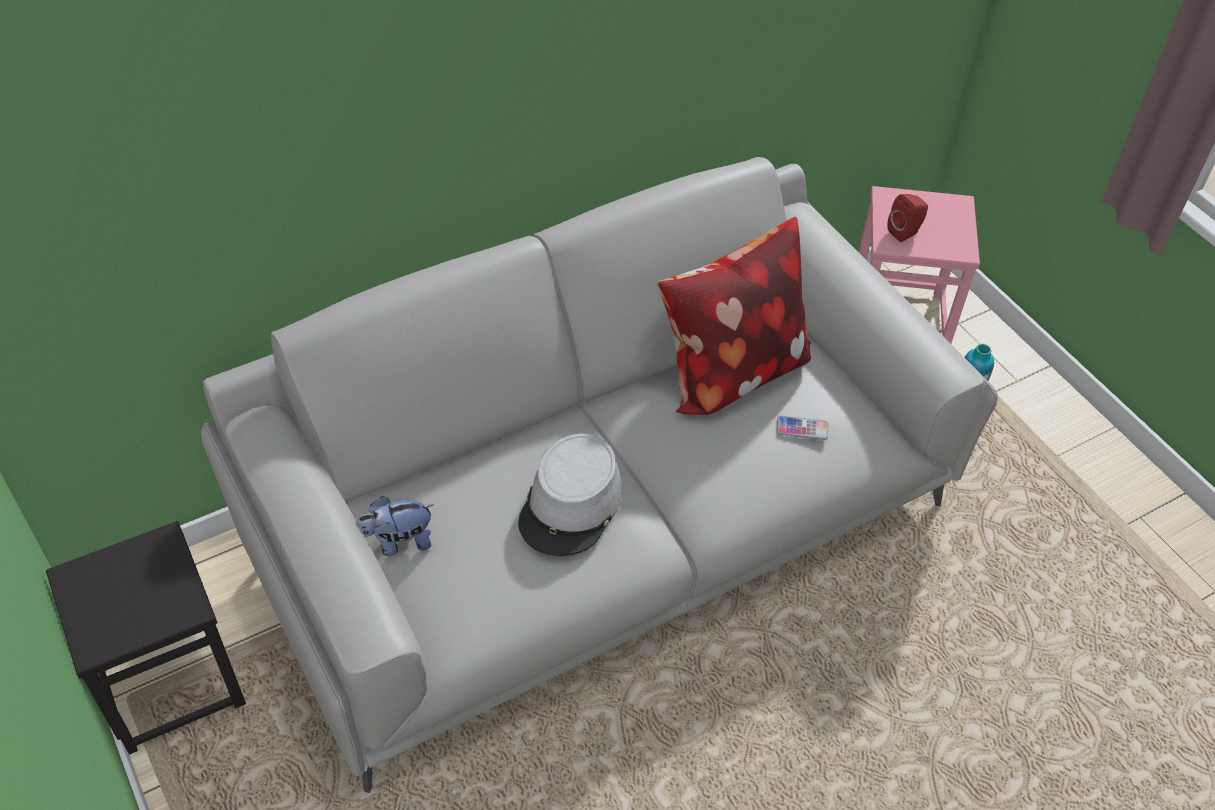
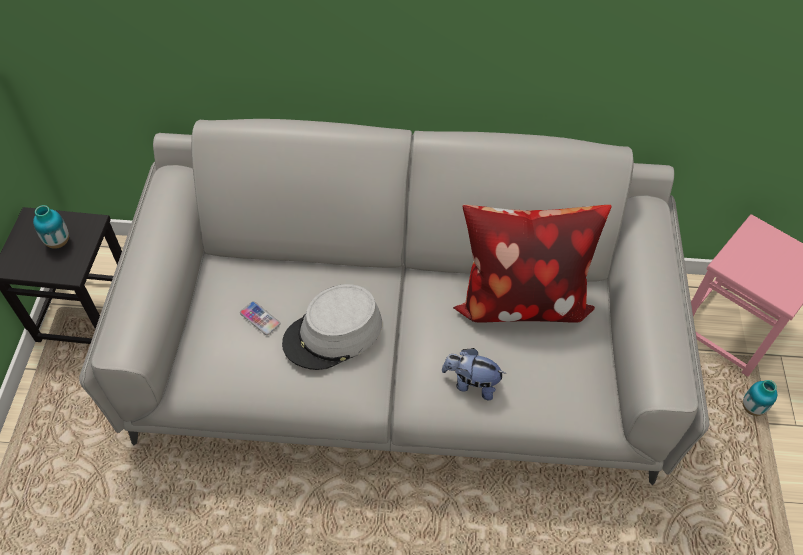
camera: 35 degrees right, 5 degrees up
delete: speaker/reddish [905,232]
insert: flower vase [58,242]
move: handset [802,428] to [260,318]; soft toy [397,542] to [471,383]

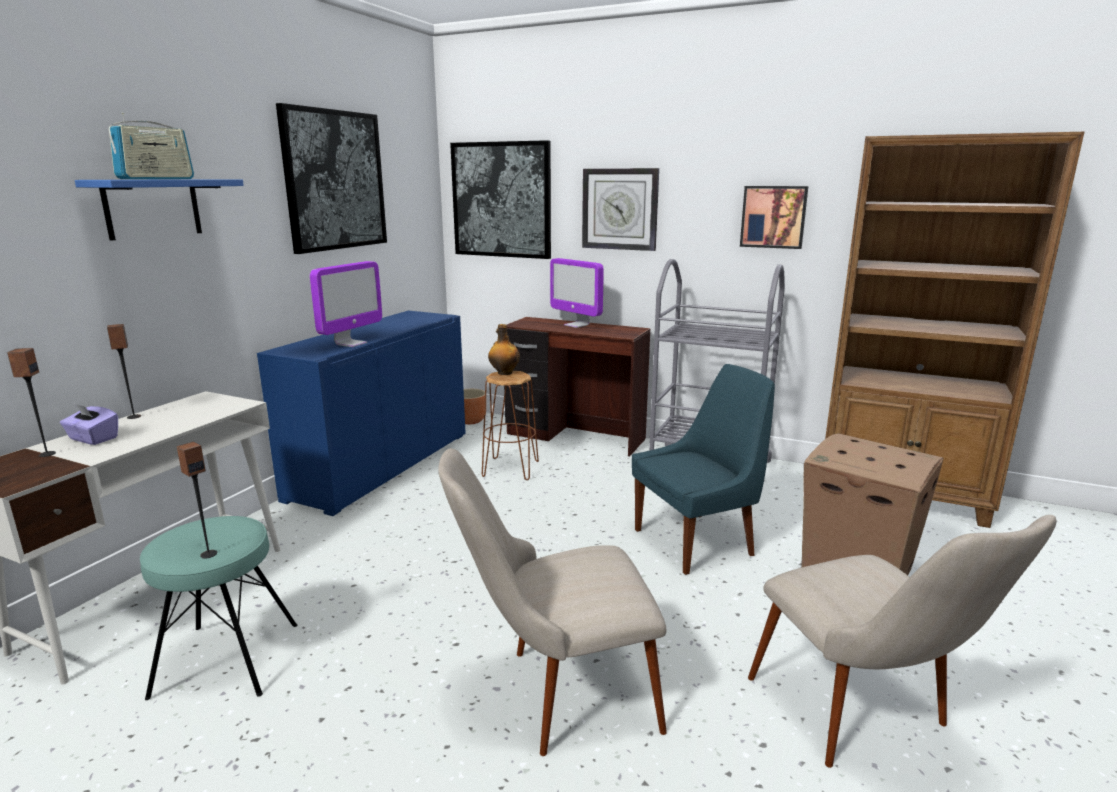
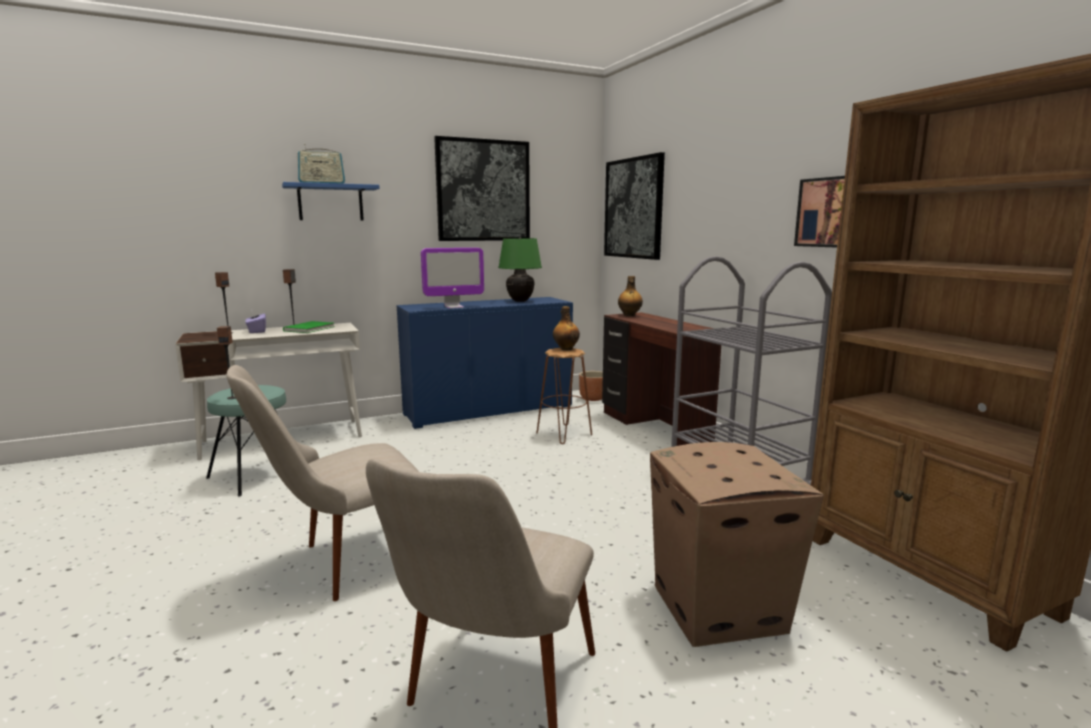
camera: 40 degrees right, 5 degrees down
delete: computer screen [576,325]; hanging clock [620,209]; chair/blue-coloured [697,541]
insert: book/greenish [311,329]; tabletop lamp/greenish [520,301]; drink bottle [629,315]
rotate: chair/sand-coloured [556,695] = [344,564] 60 degrees counterclockwise

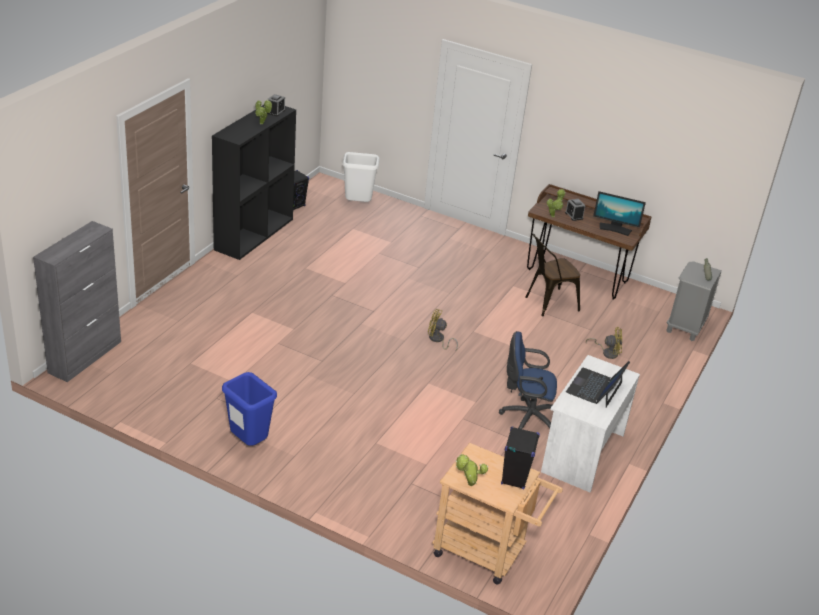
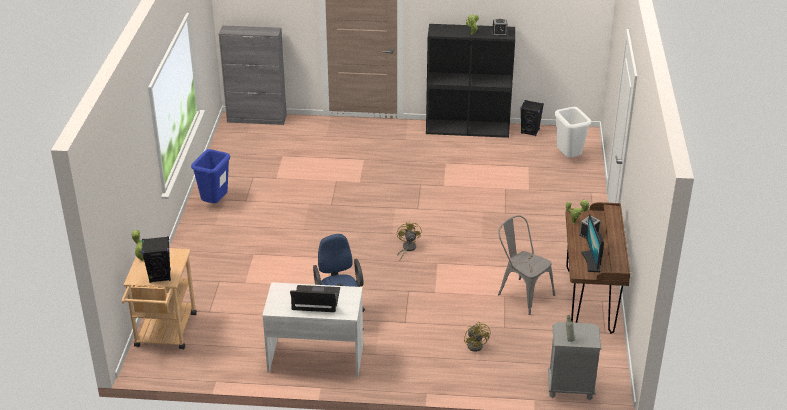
camera: 70 degrees right, 0 degrees up
recolor: chair/brownish [547,303] to chair/greyish [522,293]

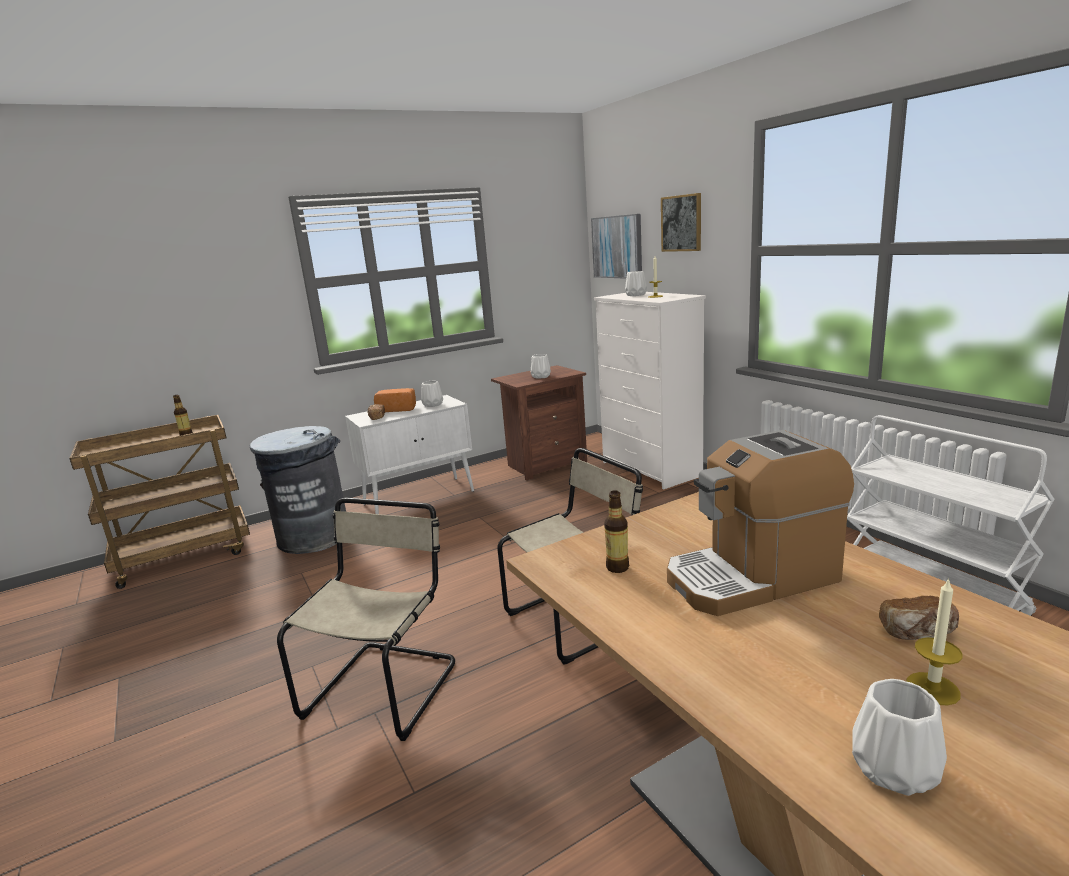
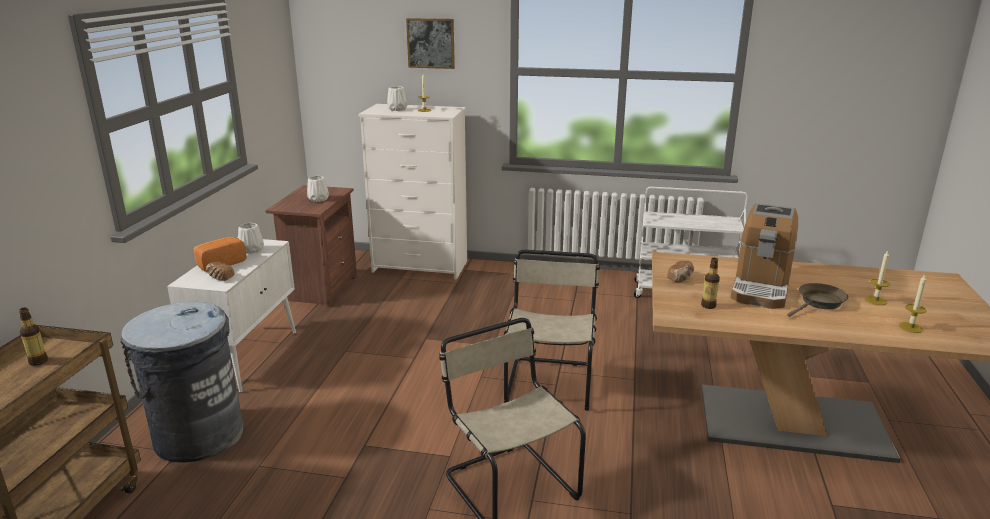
camera: 50 degrees left, 5 degrees up
delete: picture [617,247]
insert: skillet/brownish [819,303]
move: bread [917,632] to [681,278]
replace: flower vase/white [894,771] to wax candle [910,327]

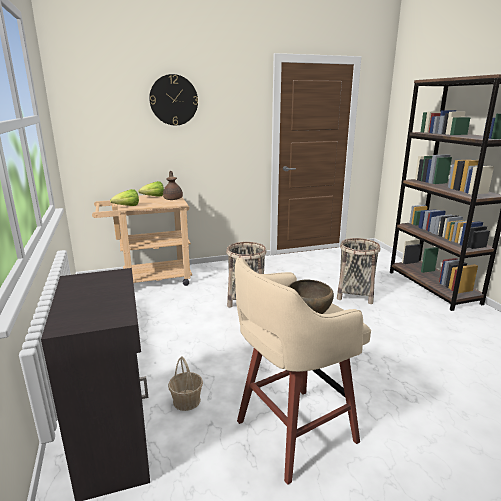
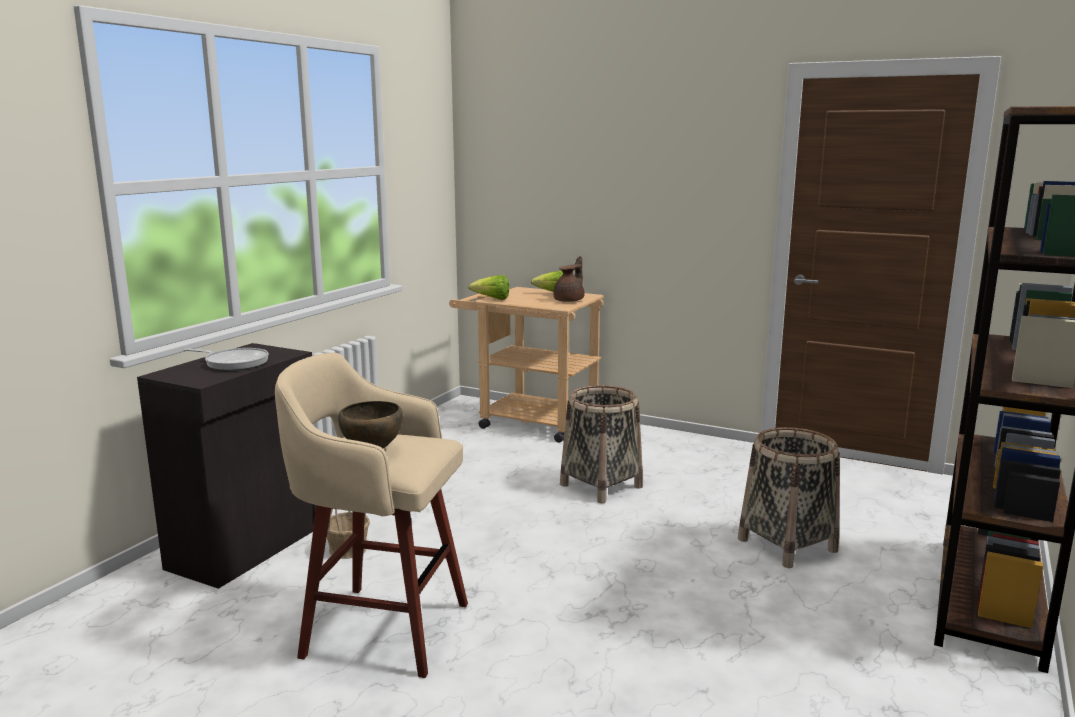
camera: 45 degrees right, 5 degrees down
delete: hanging clock [173,100]
insert: skillet [234,363]

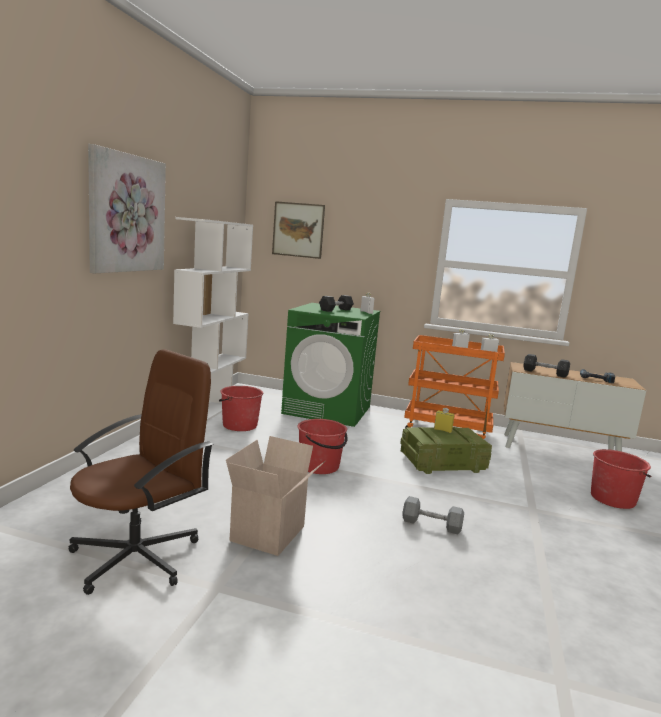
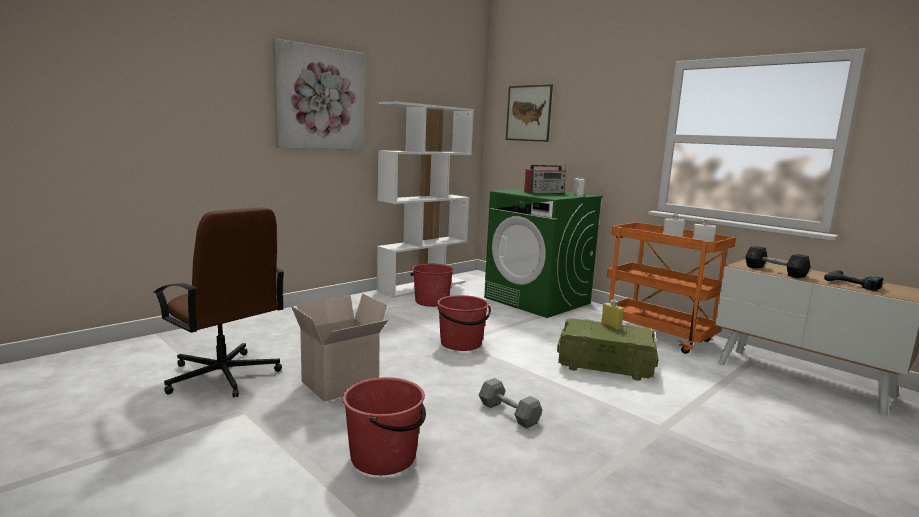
camera: 30 degrees right, 0 degrees up
move: pail/reddish [613,499] to [384,457]
replace: hand weight/greyish [336,310] to radio set [545,193]
rotate: desk chair/brownish [137,556] = [223,376] 60 degrees clockwise

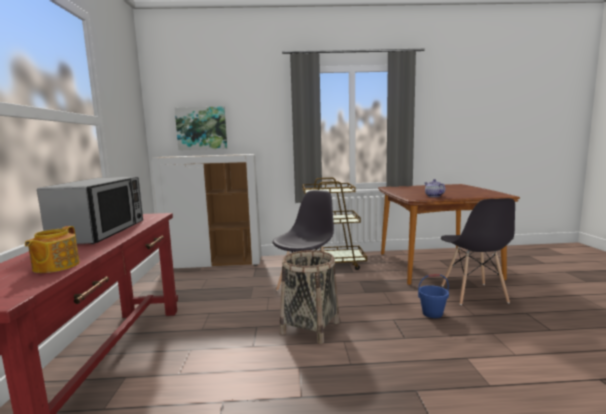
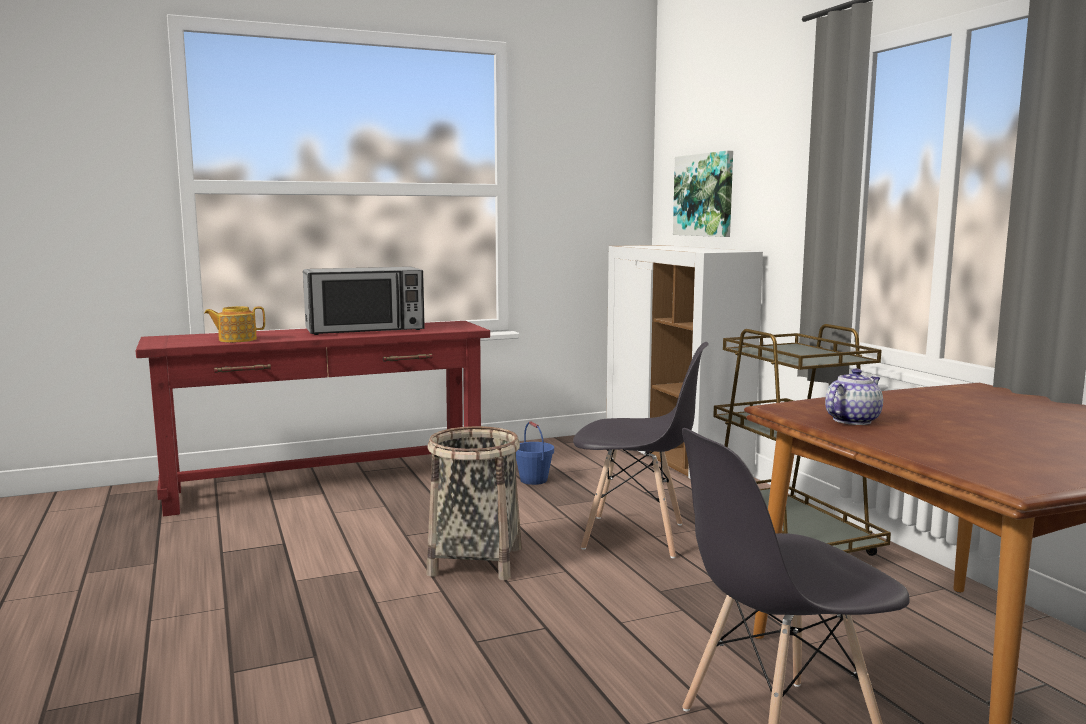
camera: 70 degrees right, 0 degrees up
move: pail/blue-coloured [432,313] to [533,480]

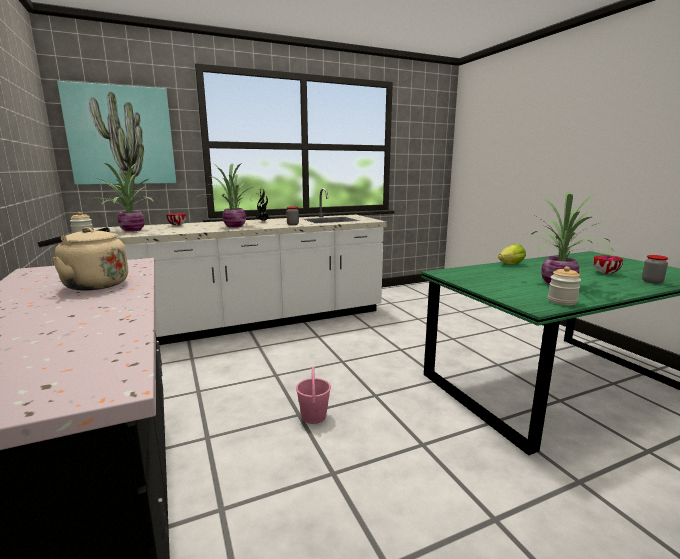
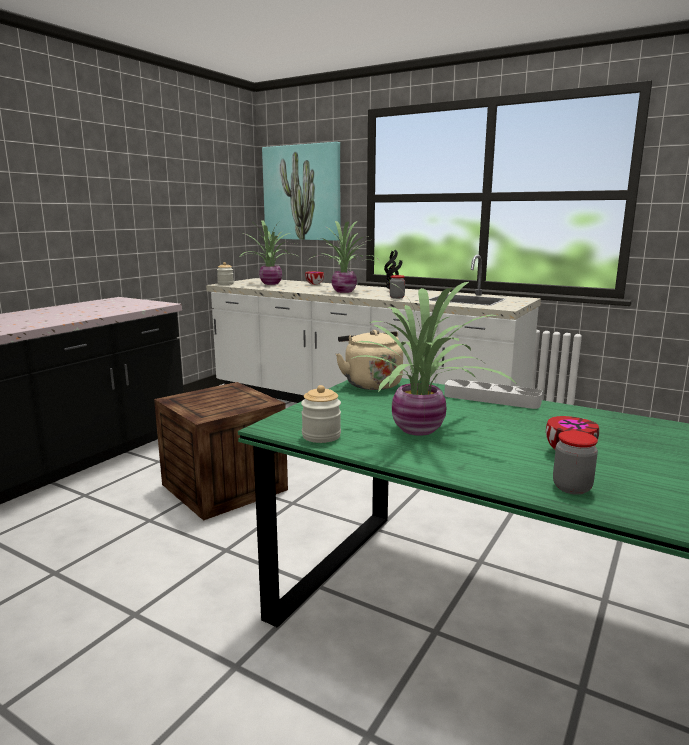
camera: 55 degrees right, 0 degrees up
move: tea kettle/sand-coloured [92,285] to [370,383]
replace: pail/pinkish [314,416] to shipping crate [224,487]; lettuce [509,264] to tray/greyish [491,399]

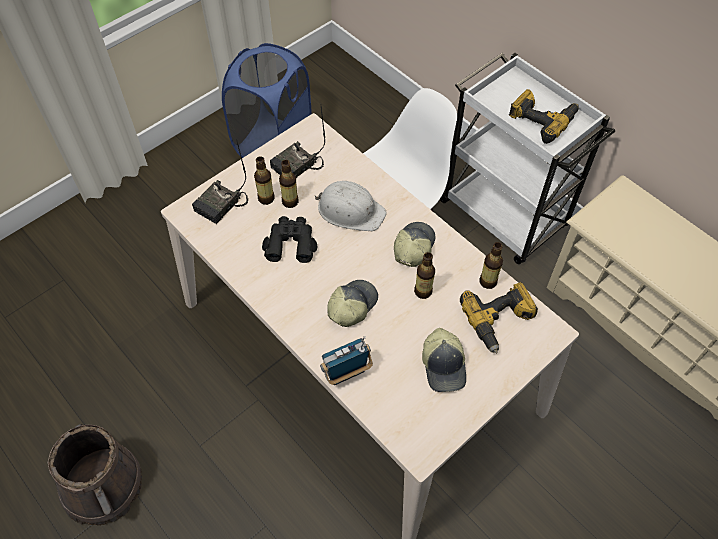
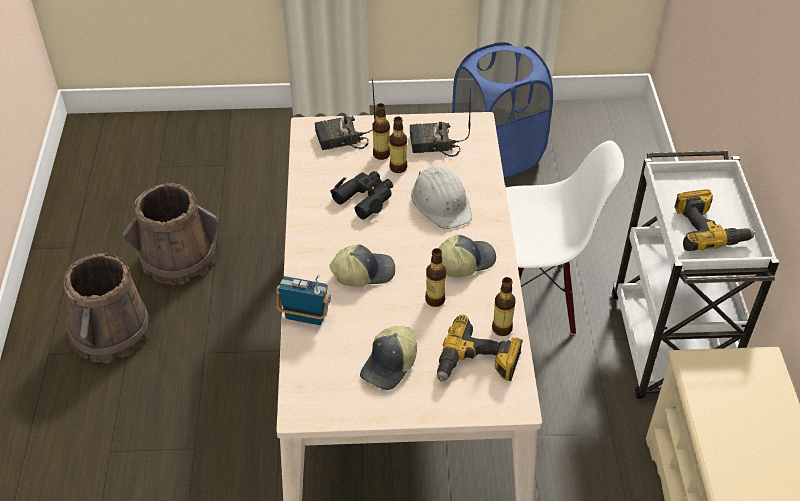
camera: 40 degrees right, 10 degrees down
insert: pail/brownish [178,258]

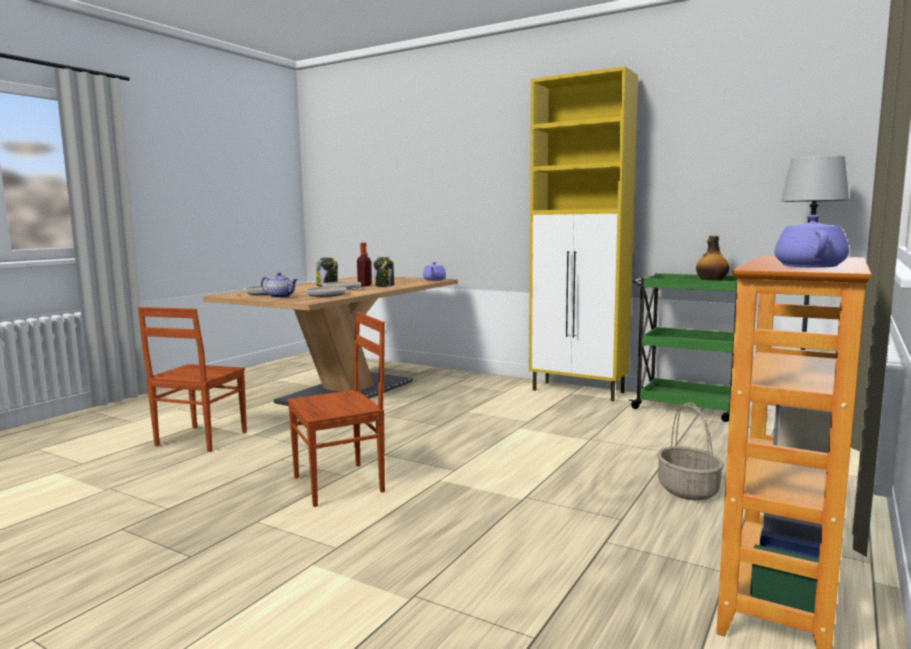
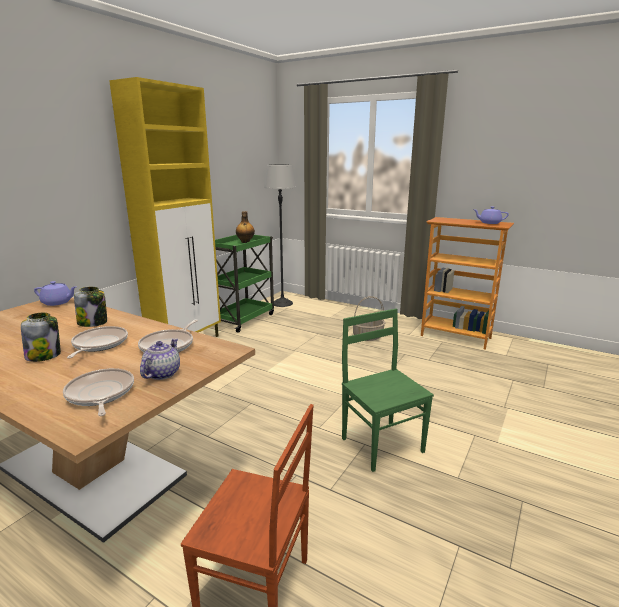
camera: 90 degrees left, 10 degrees up
delete: drink bottle [364,285]
recolor: chair/brownish [340,484] to chair/greenish [382,444]

